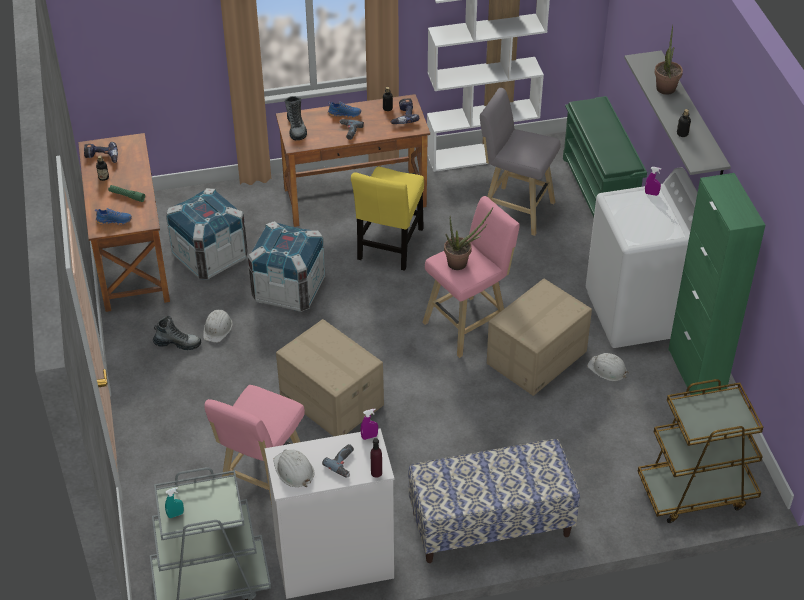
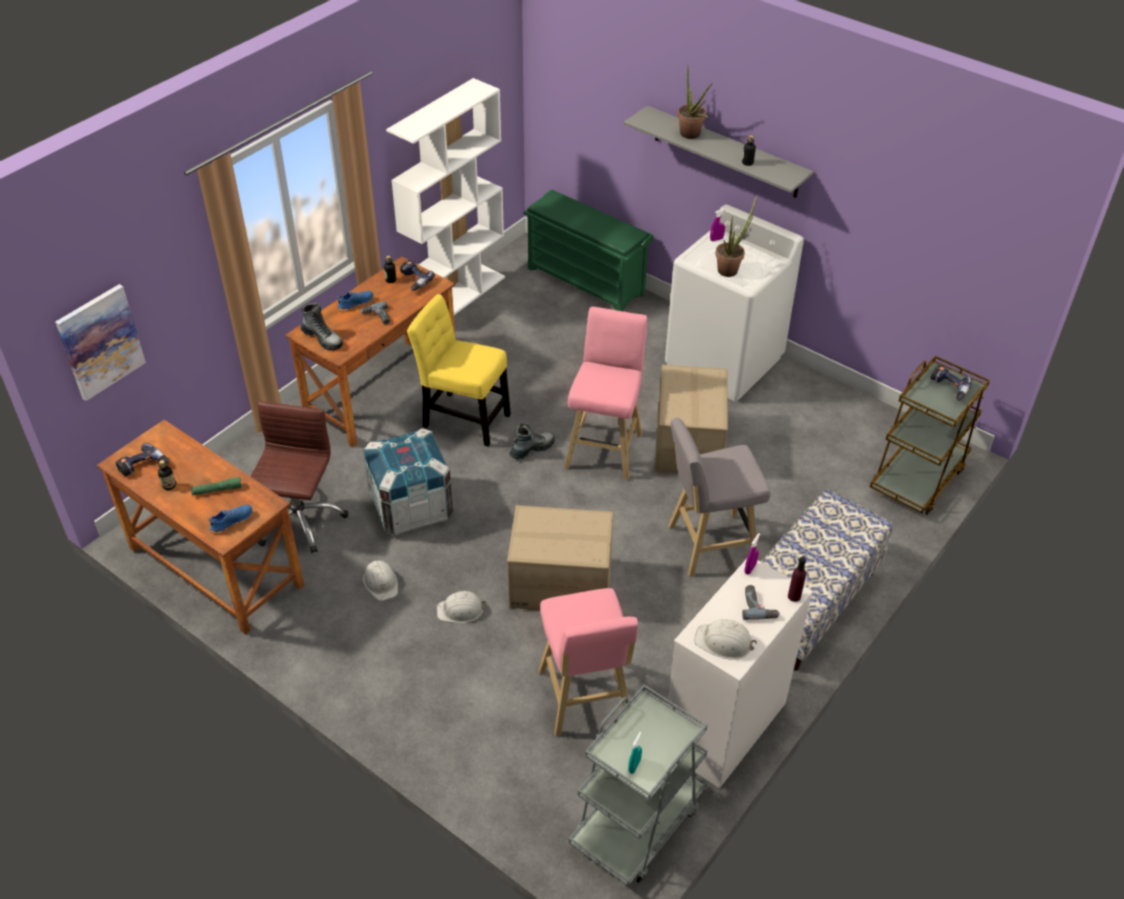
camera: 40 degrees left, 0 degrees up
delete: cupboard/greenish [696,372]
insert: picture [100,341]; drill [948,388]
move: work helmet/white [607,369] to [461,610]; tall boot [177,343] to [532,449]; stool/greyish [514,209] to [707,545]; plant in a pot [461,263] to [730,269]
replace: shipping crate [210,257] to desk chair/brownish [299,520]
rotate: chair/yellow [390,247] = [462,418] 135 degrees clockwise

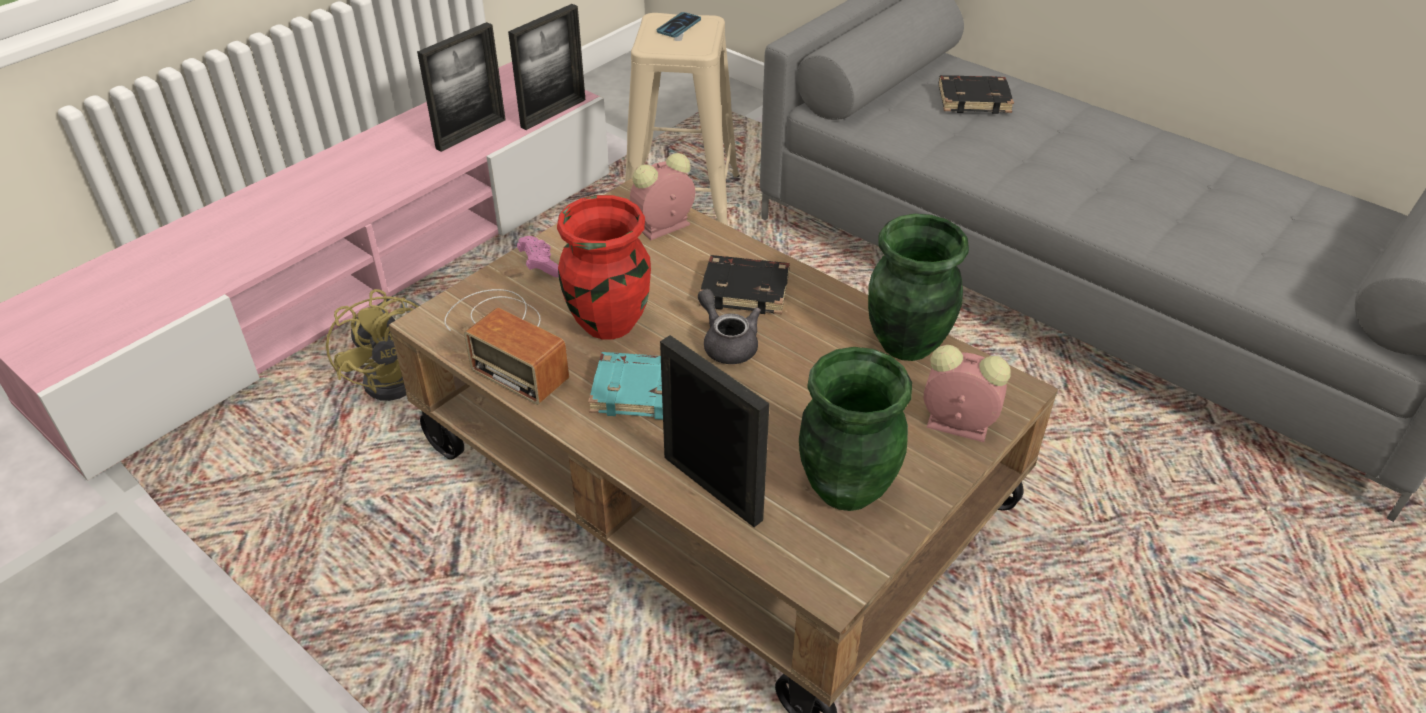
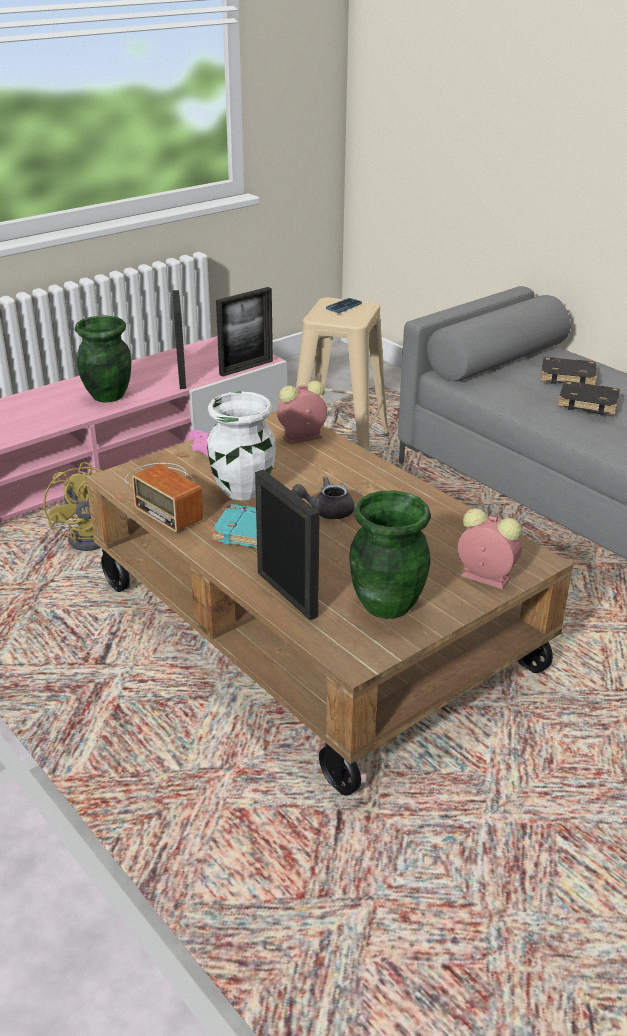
camera: 10 degrees right, 10 degrees down
move: flower vase/greenish [906,344] to [107,396]; book/black-coloured [746,289] to [589,402]
recolor: flower vase/reddish [607,323] to flower vase/white [241,490]
rotate: standing frame [471,134] = [181,375] 60 degrees counterclockwise; tea pot/greyish [727,343] = [326,511] 75 degrees counterclockwise

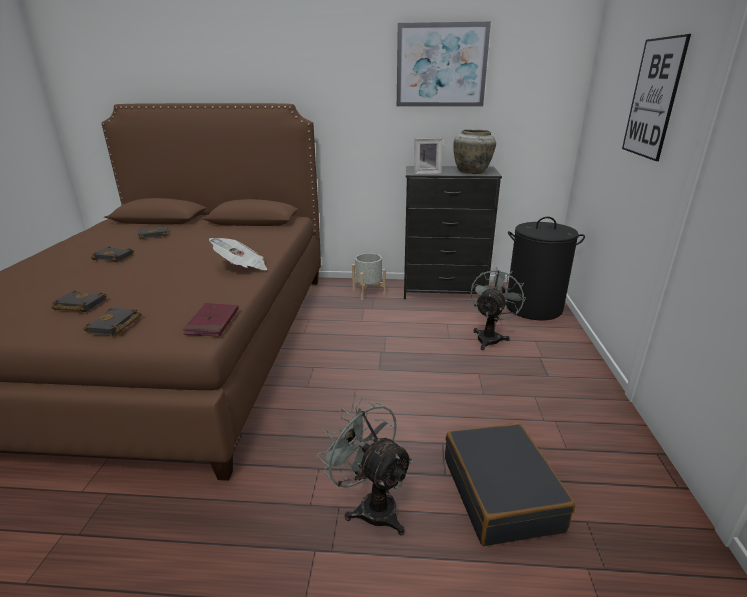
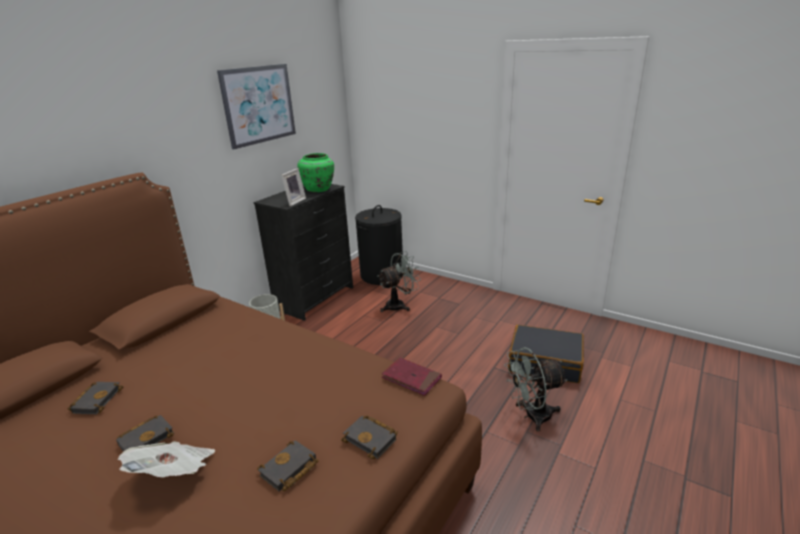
camera: 60 degrees left, 0 degrees up
delete: picture [653,98]
move: newspaper [242,267] to [175,473]
recolor: flower vase/sand-coloured [472,172] to flower vase/greenish [319,190]
rotate: electric fan/greyish [490,337] = [399,305] 90 degrees clockwise

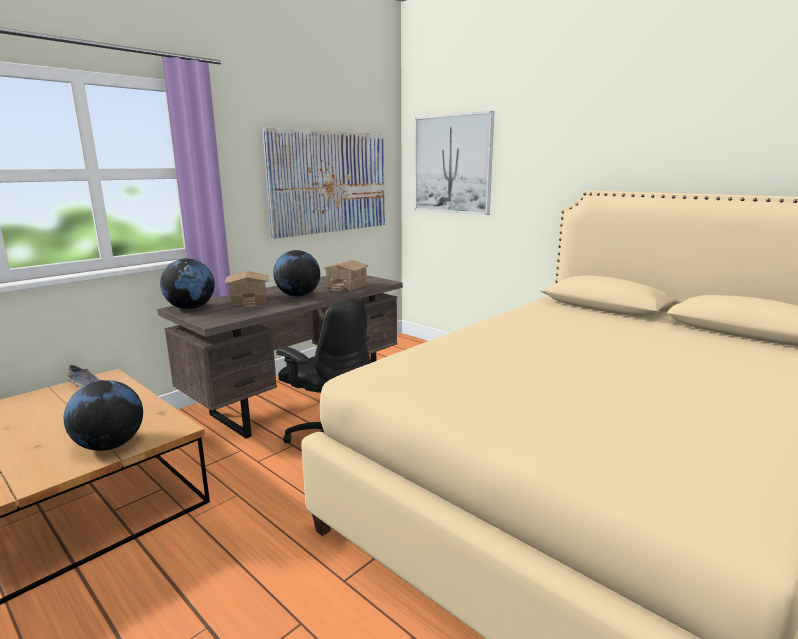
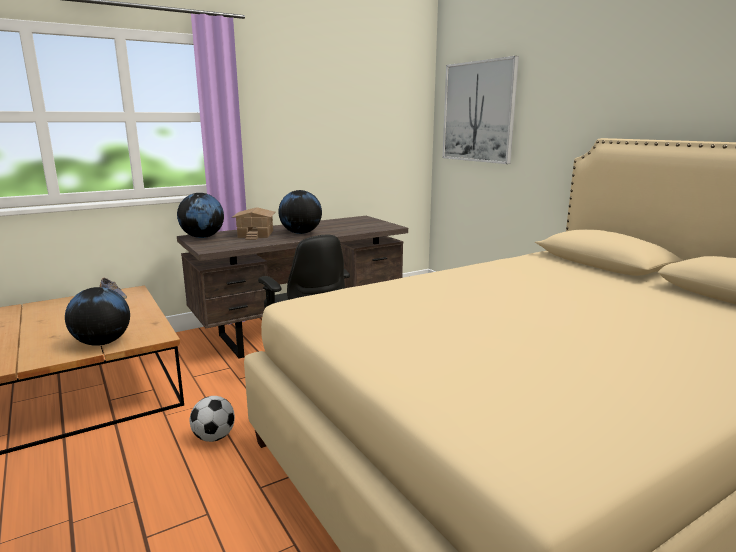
camera: 15 degrees right, 0 degrees up
delete: picture [329,182]; model house [347,286]
insert: football [214,437]

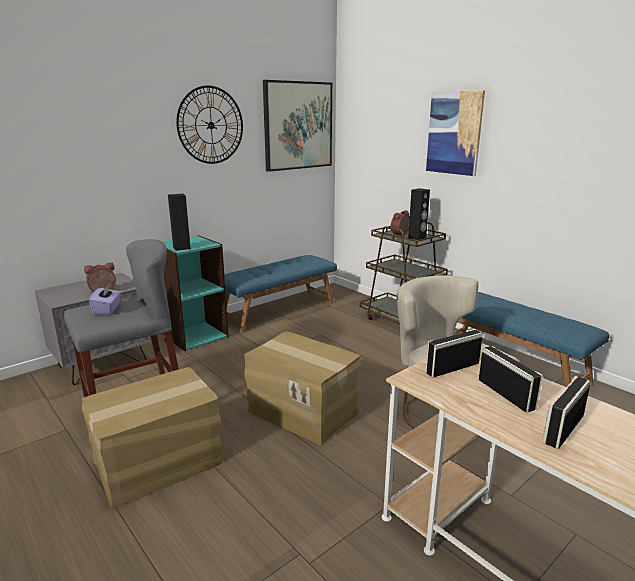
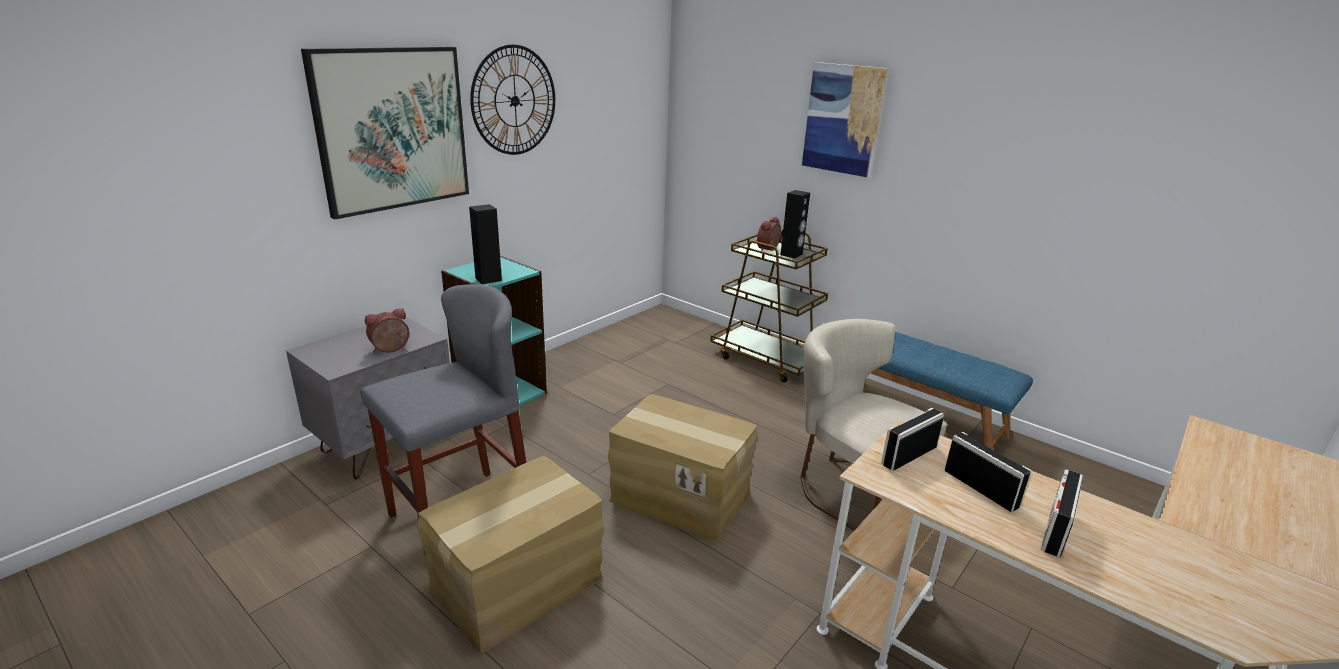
camera: 10 degrees left, 5 degrees up
delete: tissue box/purple [107,310]; indoor bench/blue-coloured [278,310]
move: picture [298,125] to [392,129]

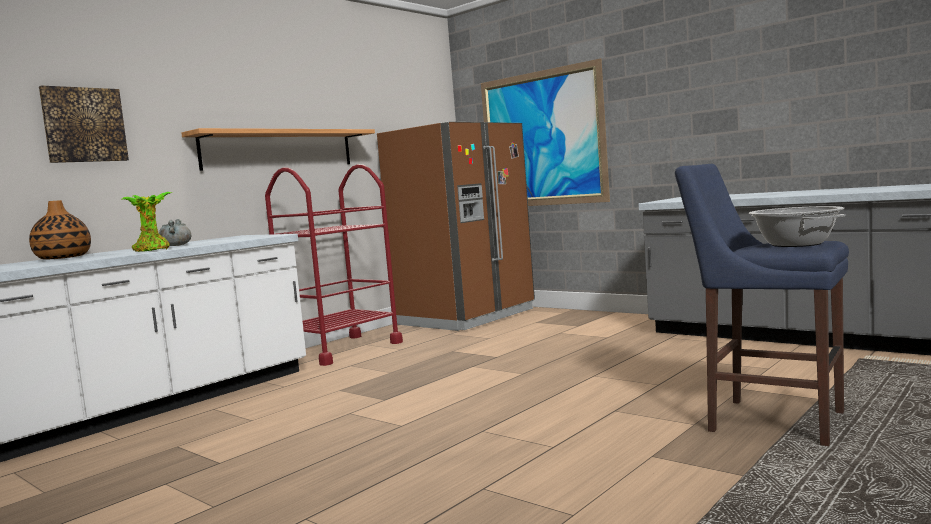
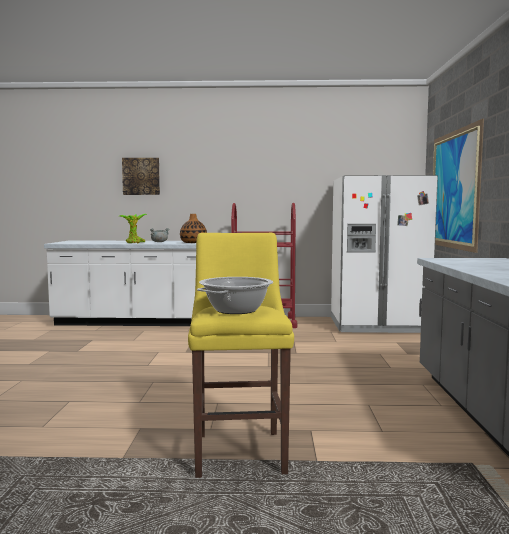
camera: 50 degrees right, 0 degrees up
delete: bracket shelf [279,149]
move: flower vase [63,258] to [193,243]
recolor: stool/blue-coloured [768,420] to stool/yellow [240,450]; fridge/brownish [466,317] to fridge/white [377,325]

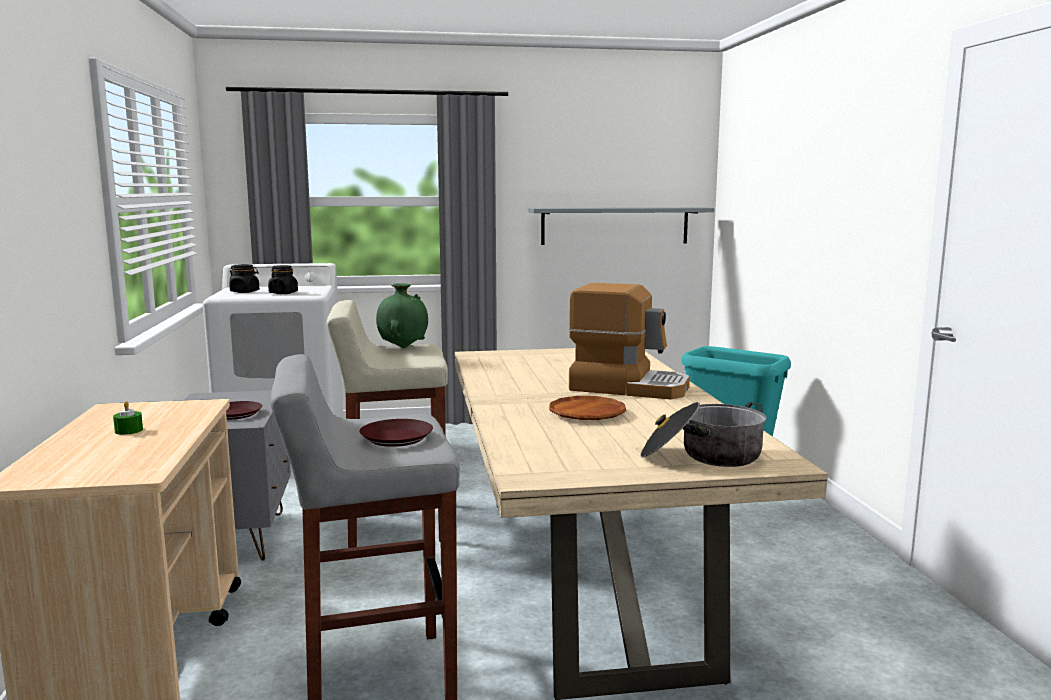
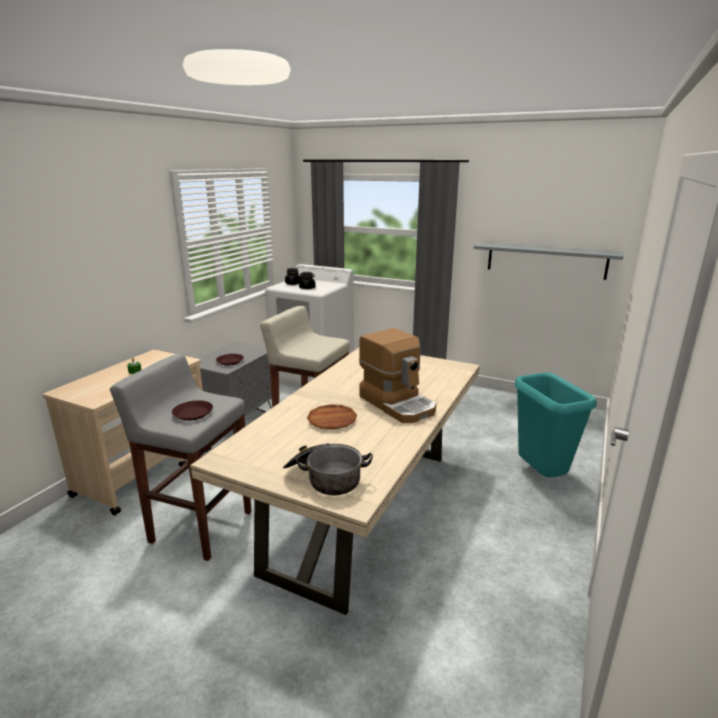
camera: 35 degrees right, 10 degrees up
delete: flower vase/greenish [403,348]

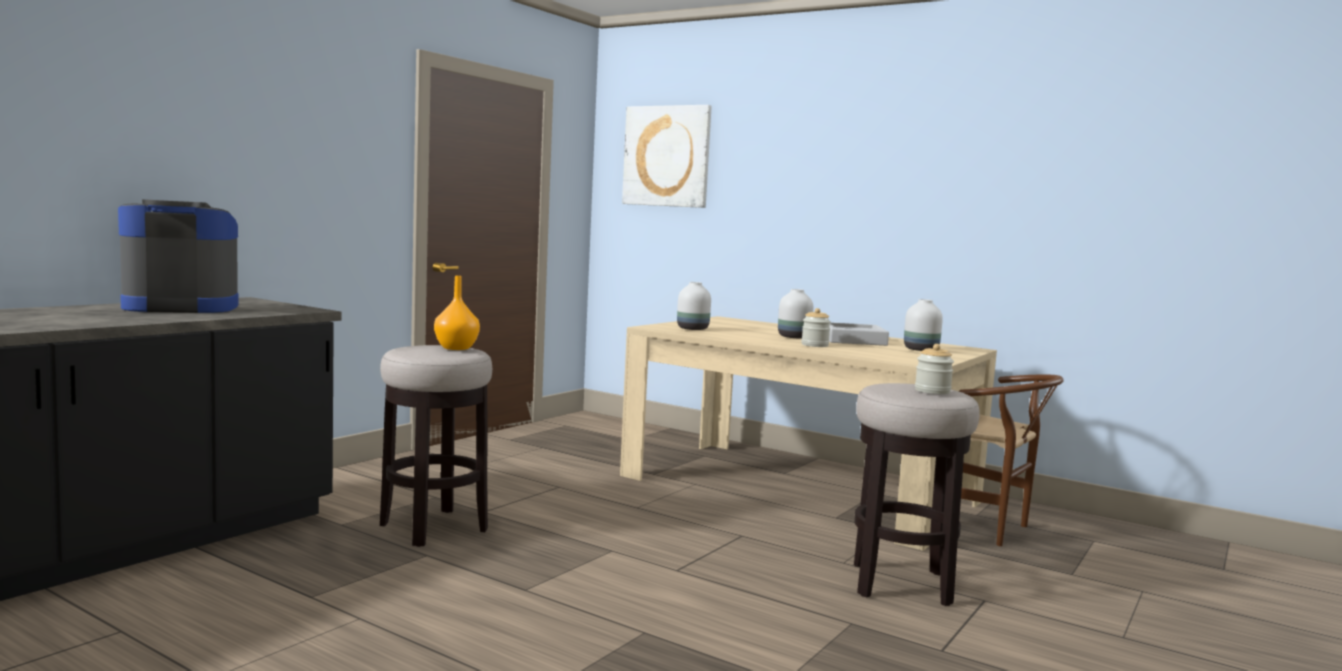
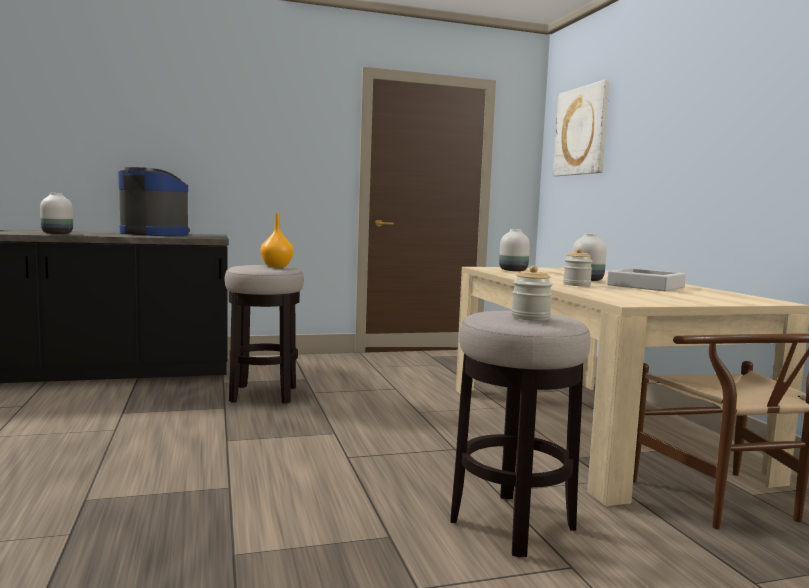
camera: 40 degrees right, 0 degrees up
move: flower vase/white [922,350] to [57,233]

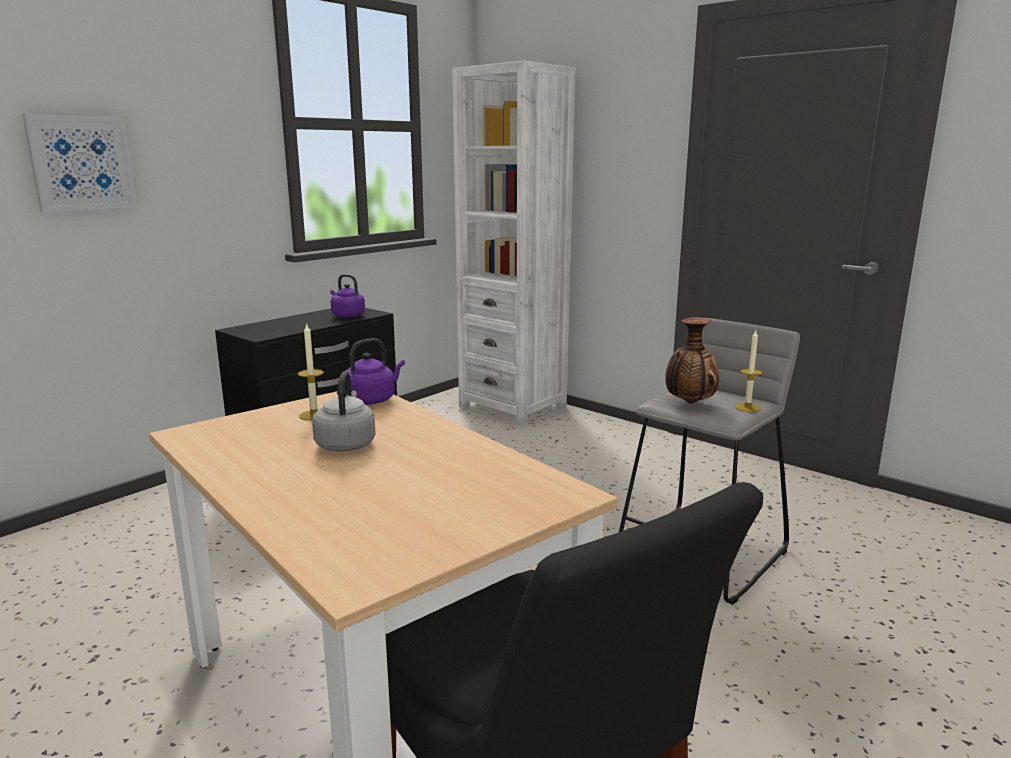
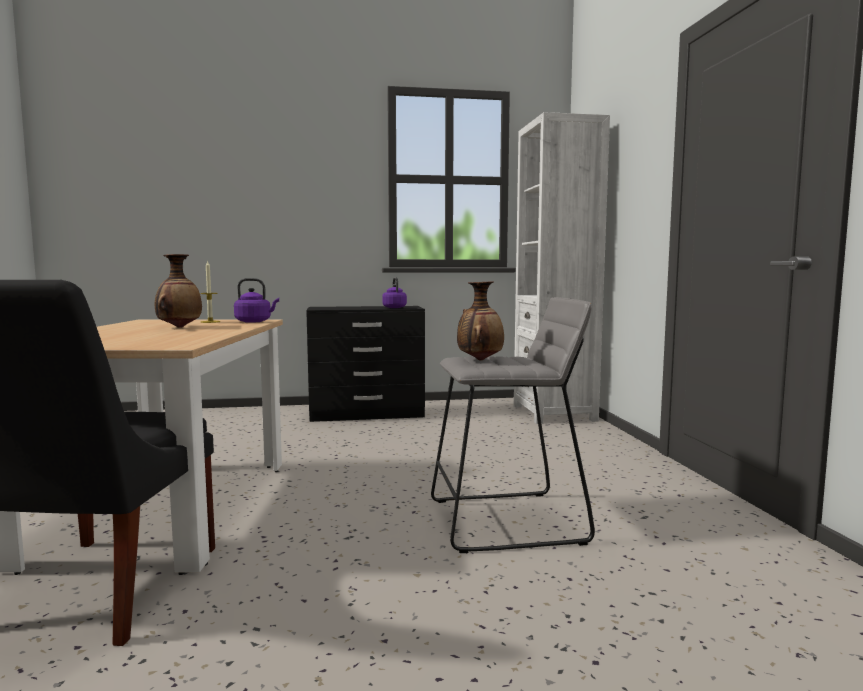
camera: 40 degrees right, 10 degrees down
delete: picture [81,163]; wax candle [747,408]
replace: tea kettle/greyish [346,444] to flower vase [179,327]

